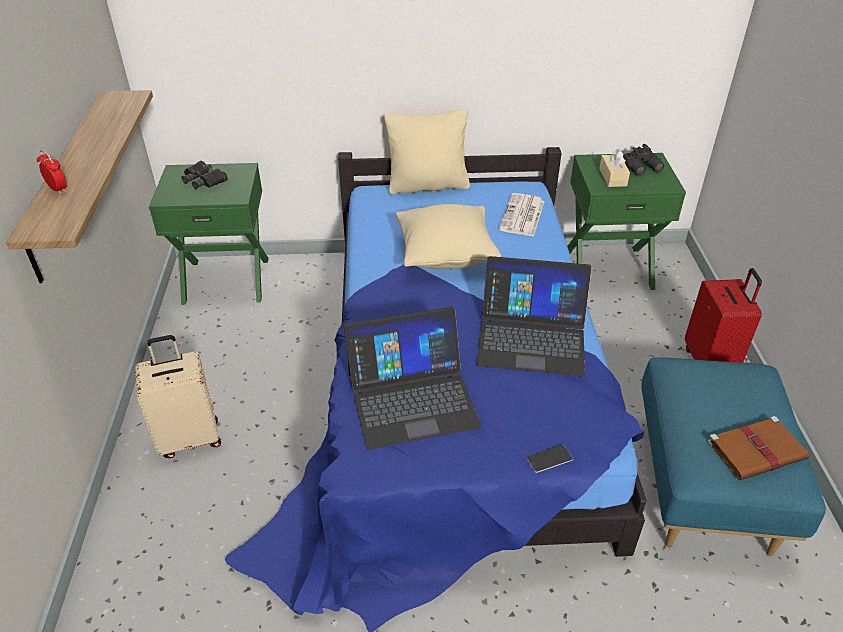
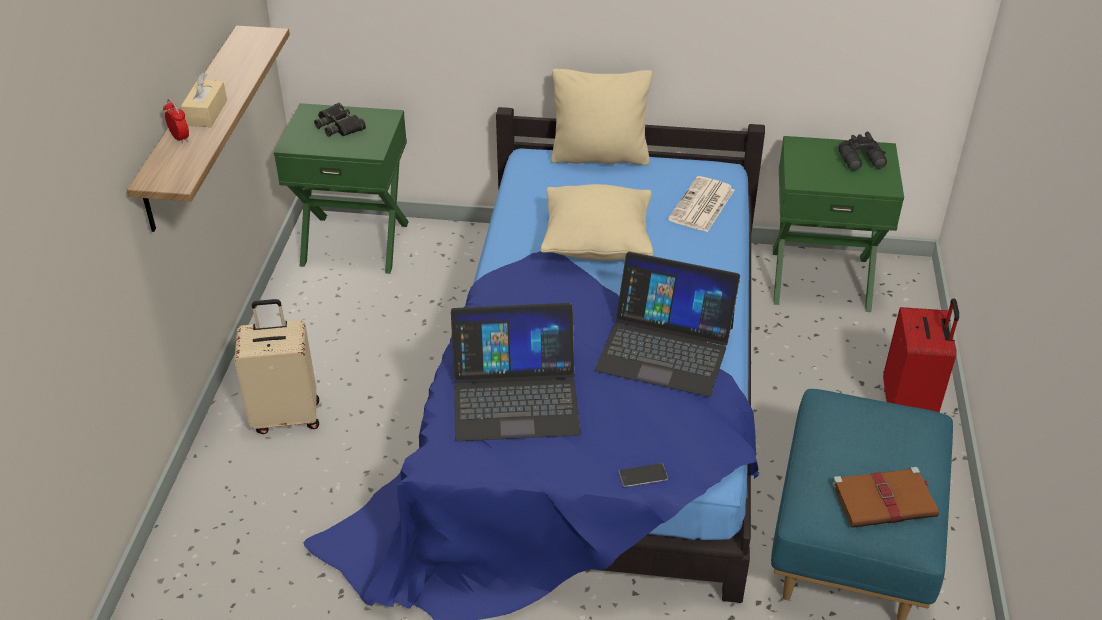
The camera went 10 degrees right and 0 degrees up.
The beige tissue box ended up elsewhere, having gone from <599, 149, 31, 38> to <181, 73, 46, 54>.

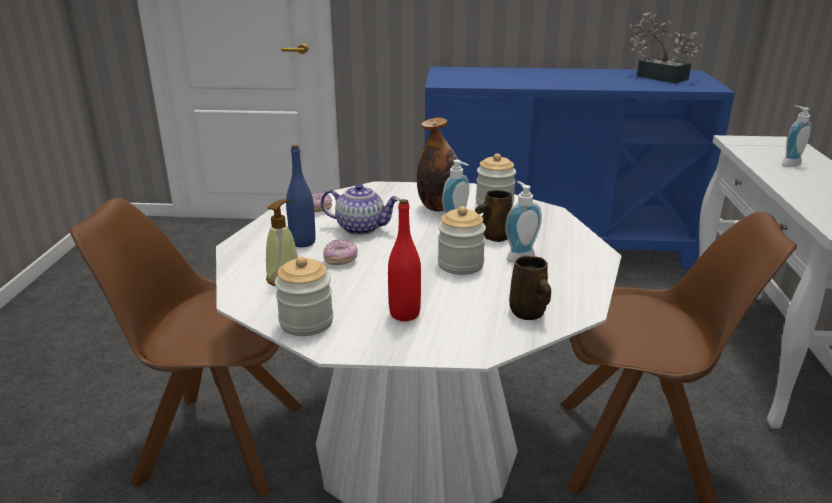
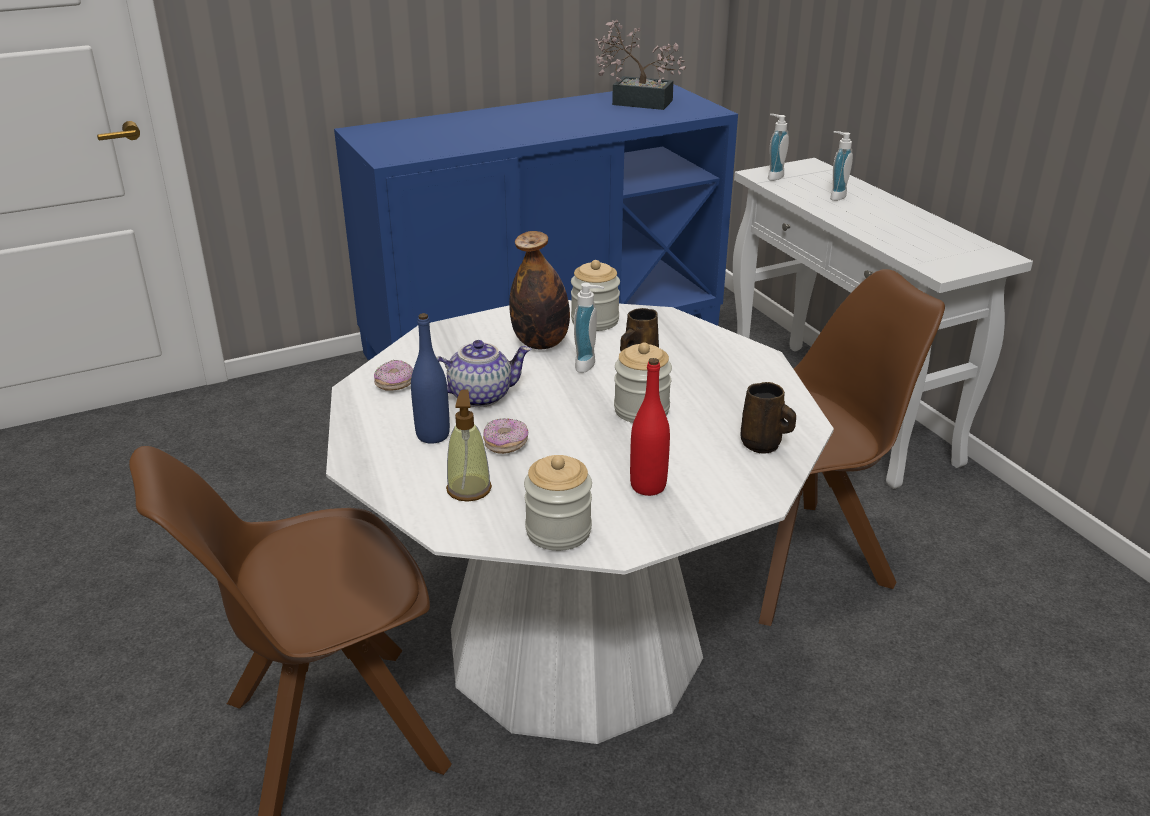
The camera went 30 degrees left and 5 degrees up.
The soap dispenser ended up elsewhere, having gone from <505, 181, 37, 82> to <768, 114, 21, 67>.

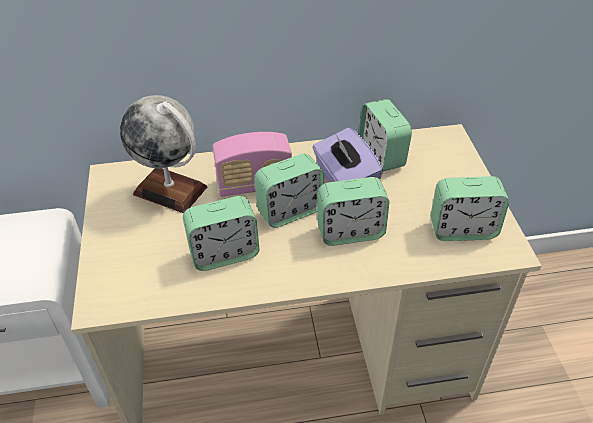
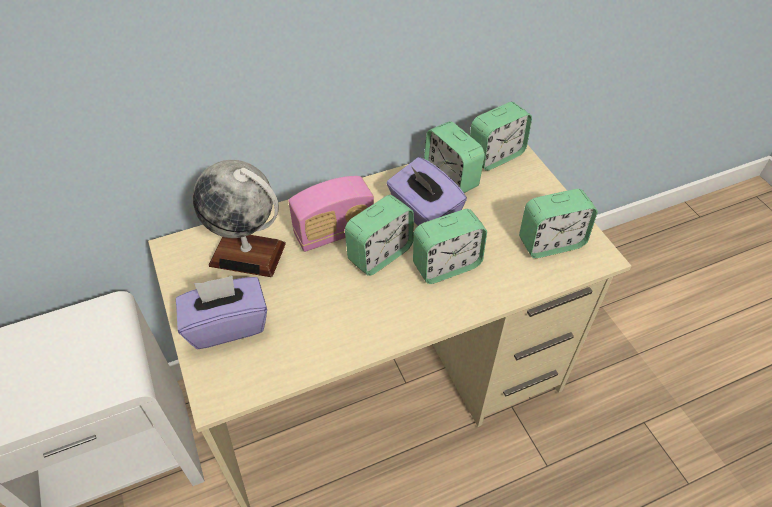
The camera went 15 degrees left and 5 degrees up.
The second view gained the purple tissue box at <176, 276, 91, 73>.
The alarm clock ended up elsewhere, having gone from <183, 196, 76, 75> to <470, 102, 62, 69>.

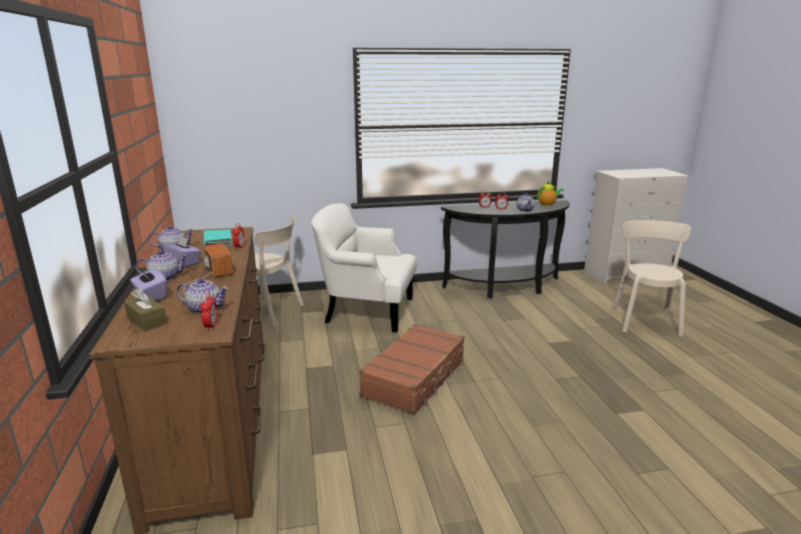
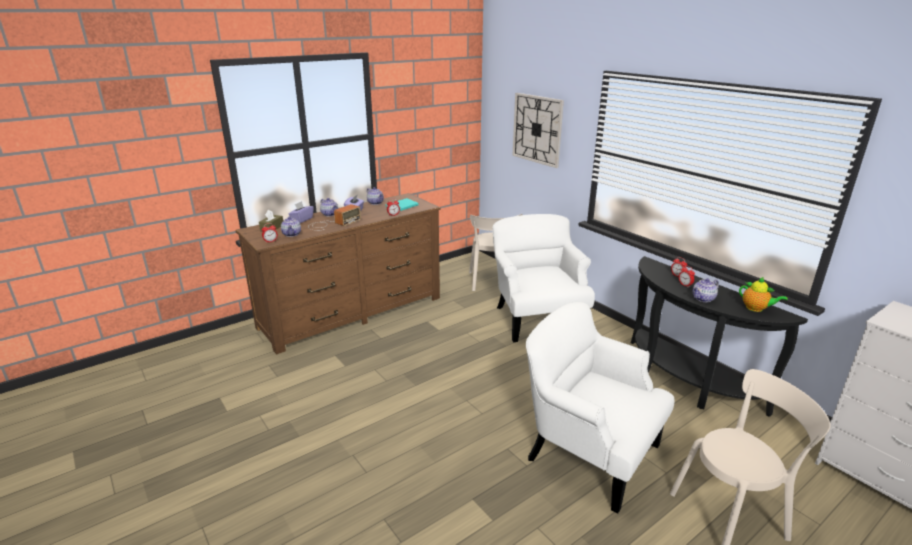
The camera went 65 degrees right and 5 degrees up.
The second view lost the brown suitcase at <359, 324, 105, 91>.
The second view gained the wall clock at <513, 93, 51, 75>.
The second view gained the white armchair at <526, 302, 149, 212>.

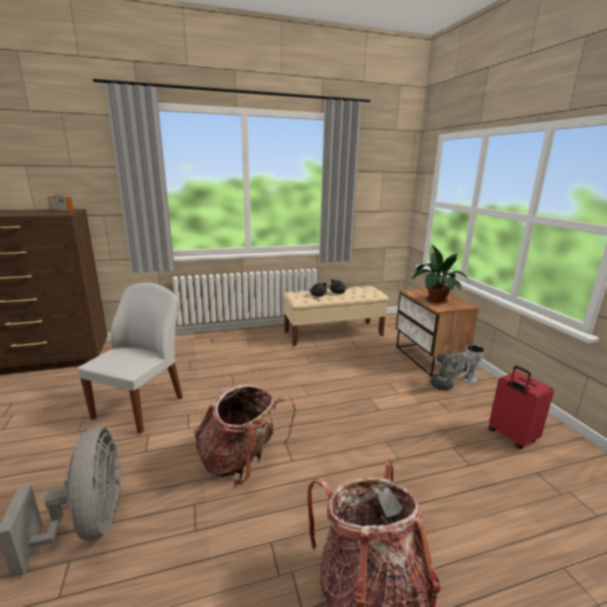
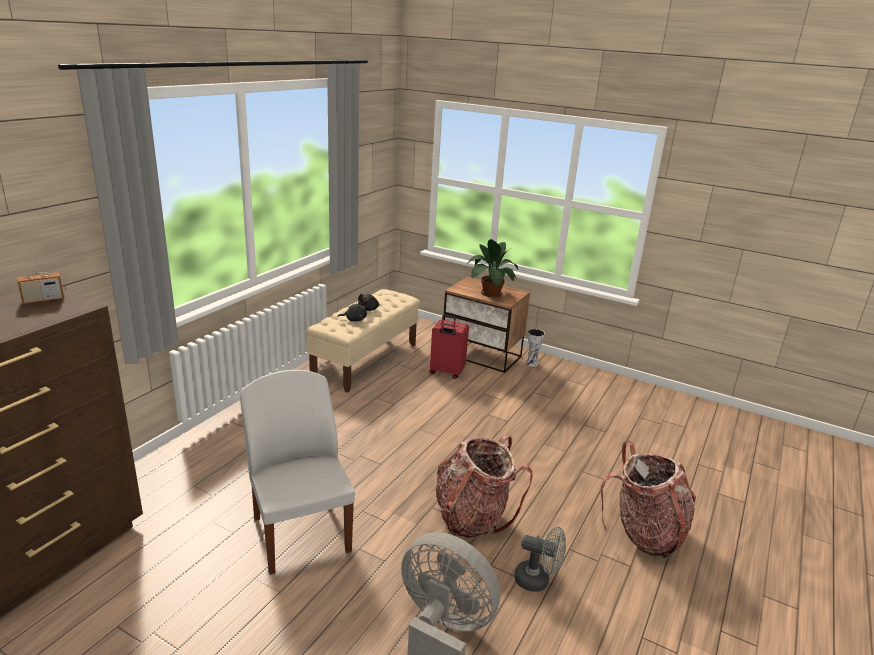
The camera went 45 degrees left and 5 degrees up.
The grey fan ended up elsewhere, having gone from <430, 351, 36, 39> to <514, 527, 52, 65>.
The red suitcase ended up elsewhere, having gone from <488, 366, 66, 83> to <430, 315, 39, 64>.

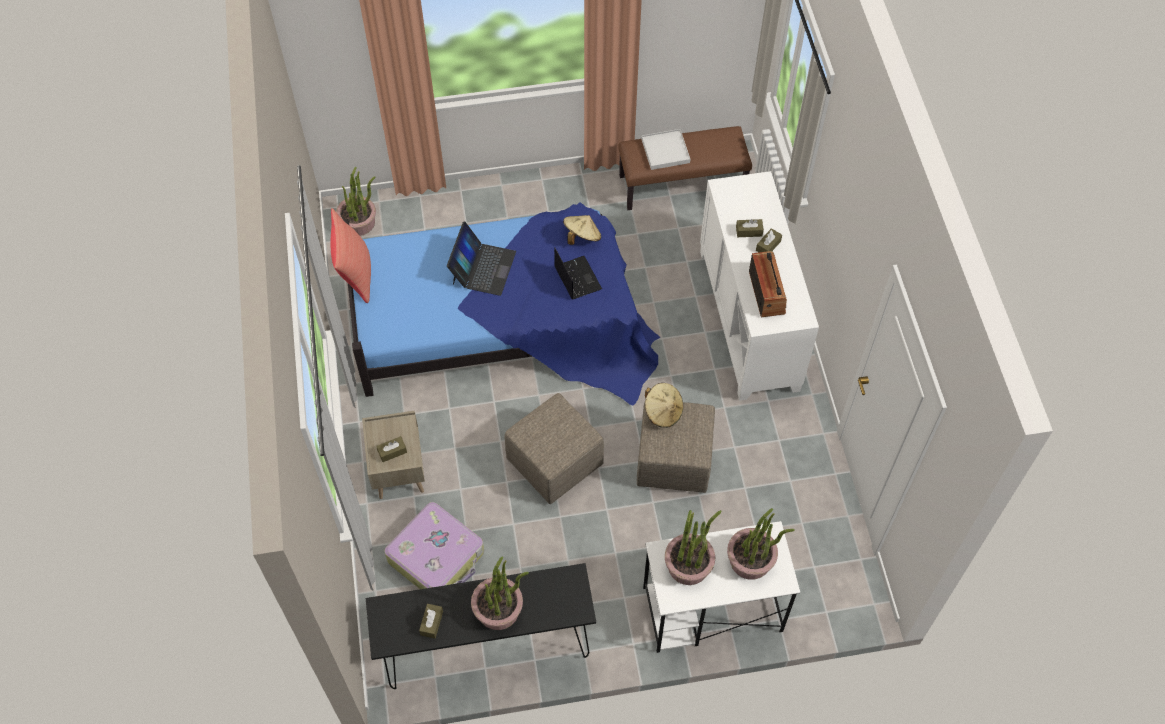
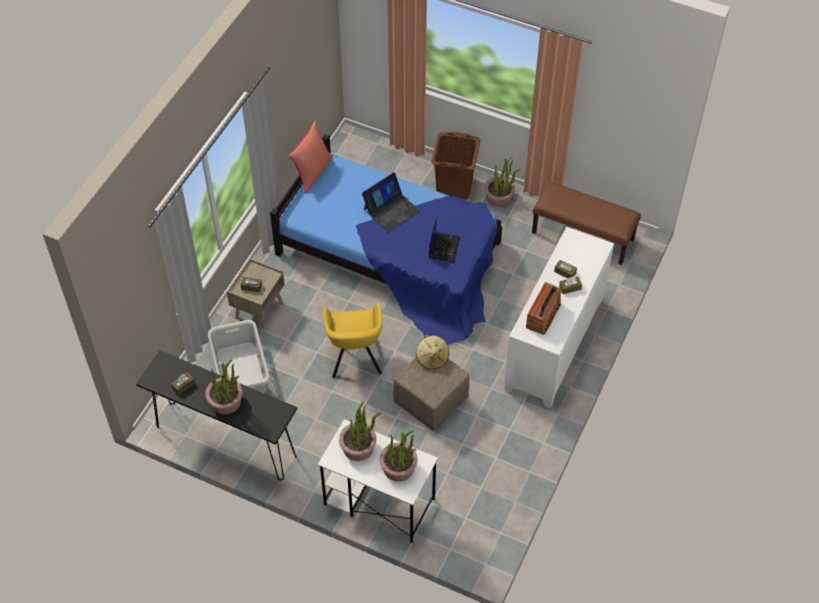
The camera went 35 degrees right and 5 degrees down.
The second view lost the beige hat at <563, 215, 38, 30>.
The second view lost the white tray at <641, 129, 49, 41>.
The second view gained the brown laundry basket at <431, 132, 50, 68>.
The potted plant ended up elsewhere, having gone from <336, 167, 40, 69> to <484, 156, 36, 51>.
Where the suitcase stood at <384, 502, 100, 87>, the grey laundry basket came to stand at <208, 320, 62, 72>.
Where the beige ottoman stood at <504, 393, 100, 111>, the yellow armchair came to stand at <323, 302, 59, 76>.

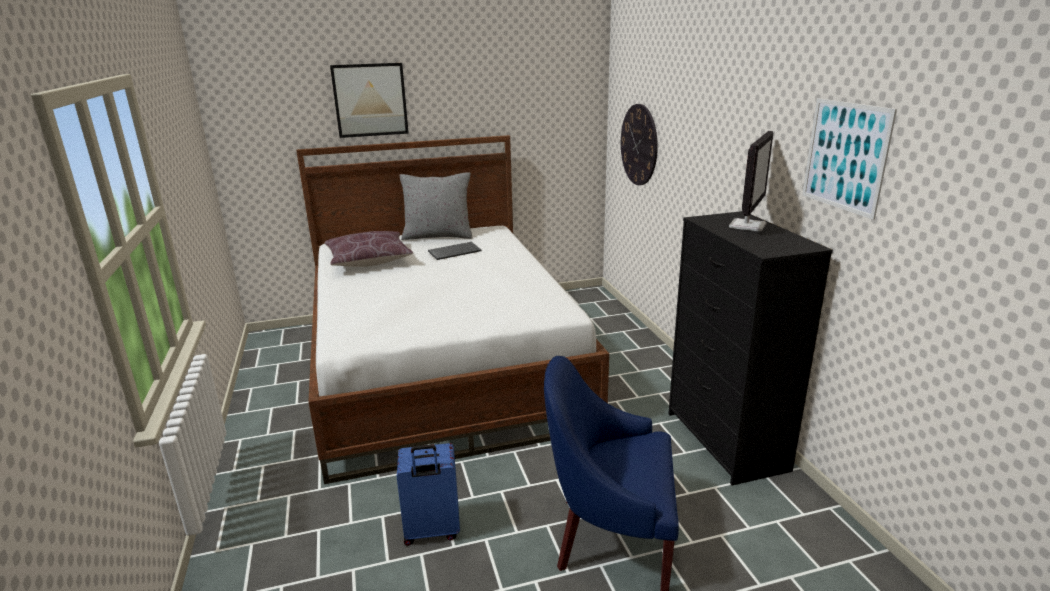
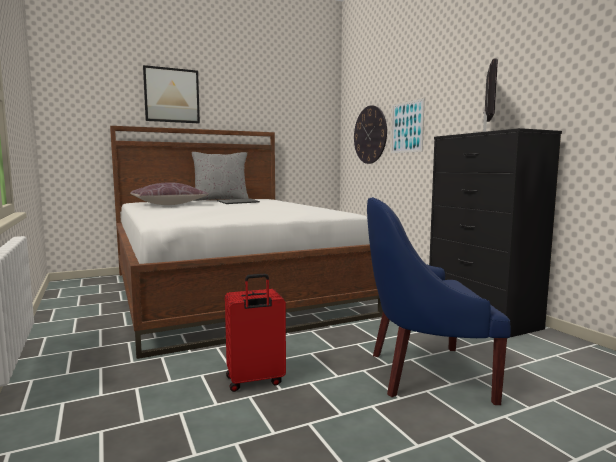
The camera went 10 degrees left and 15 degrees down.
The picture ended up elsewhere, having gone from <802, 98, 95, 122> to <391, 98, 34, 55>.
What was the blue suitcase at <397, 443, 63, 103> turned into the red suitcase at <225, 274, 61, 118>.

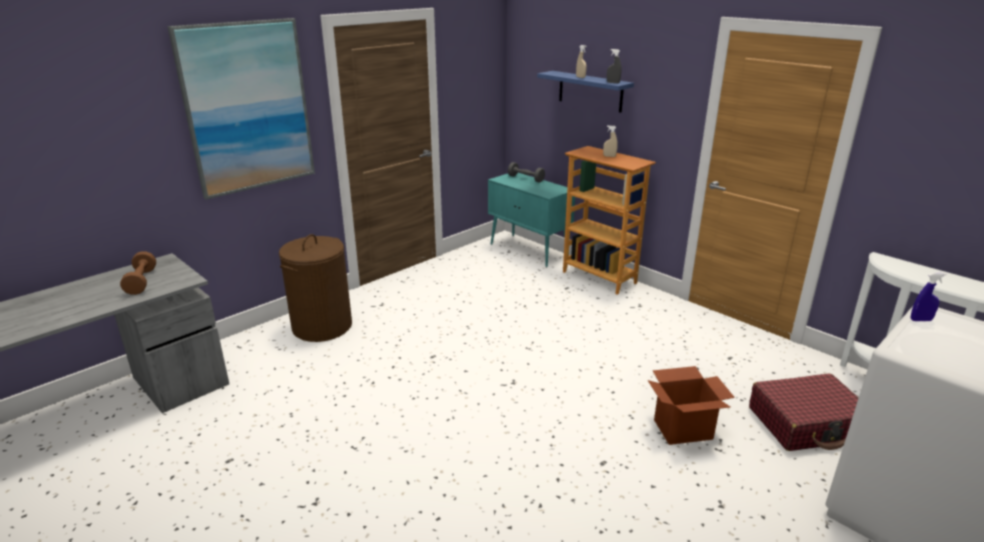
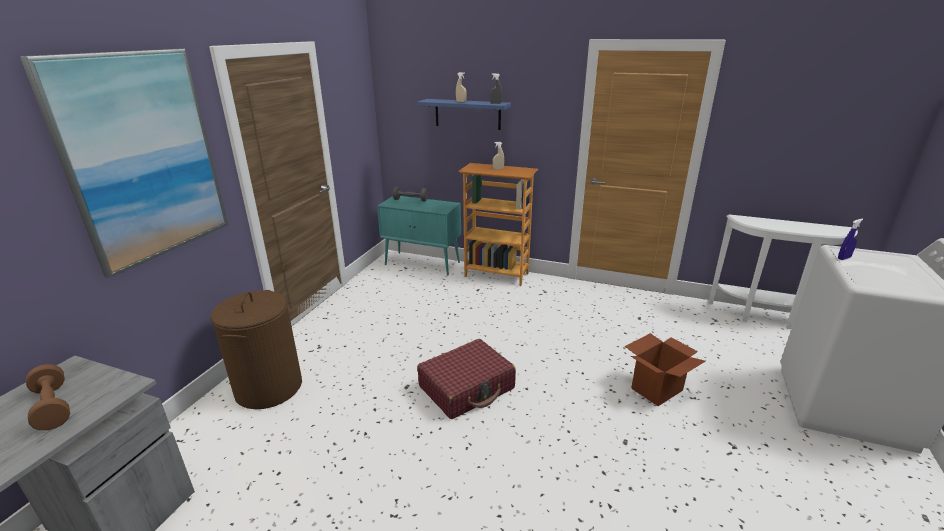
The camera went 25 degrees left and 0 degrees up.
The red suitcase ended up elsewhere, having gone from <749, 374, 109, 77> to <417, 339, 99, 80>.

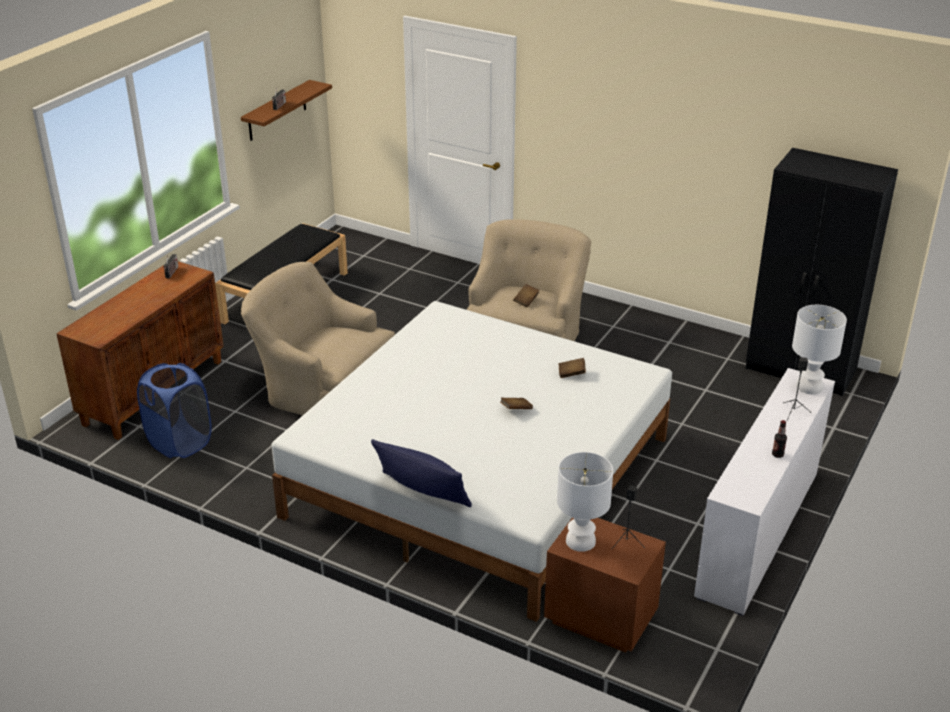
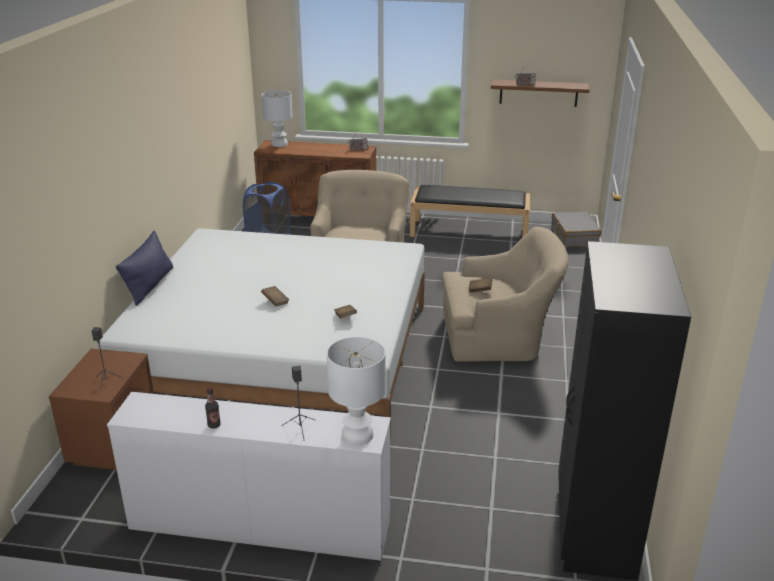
The camera went 70 degrees right and 5 degrees down.
The second view gained the grey suitcase at <551, 211, 50, 36>.
The white table lamp ended up elsewhere, having gone from <557, 452, 56, 100> to <262, 90, 31, 57>.

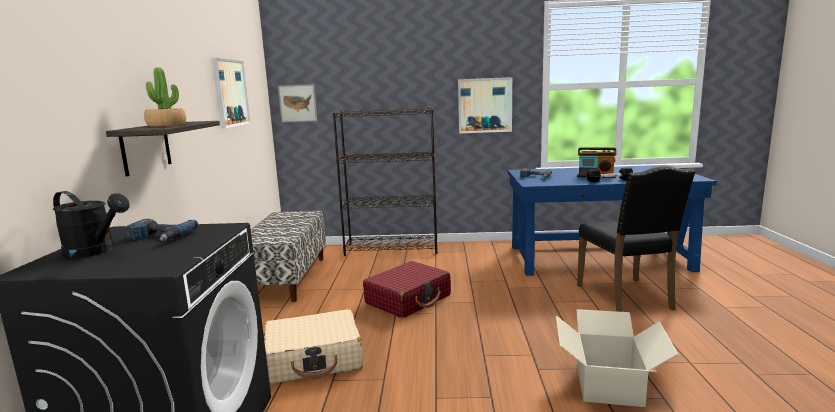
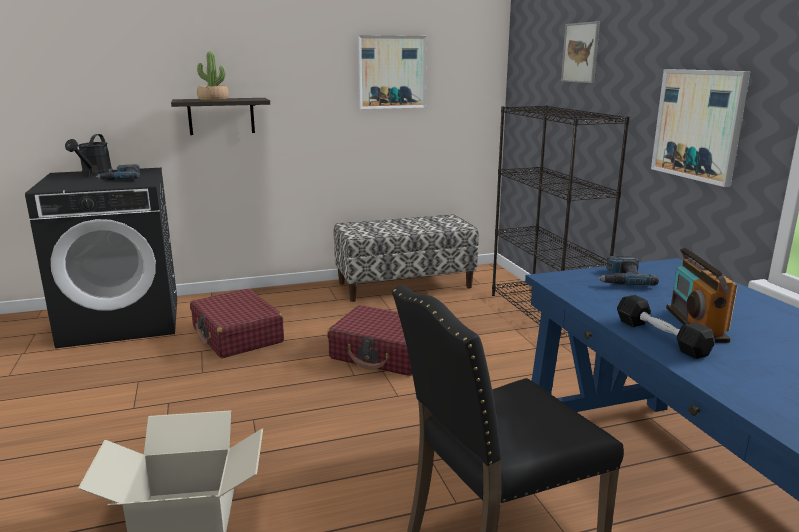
The camera went 70 degrees right and 5 degrees up.
The picture ended up elsewhere, having gone from <278, 84, 39, 38> to <561, 21, 39, 62>.
What was the beige suitcase at <264, 309, 99, 75> turned into the red suitcase at <190, 289, 94, 69>.

